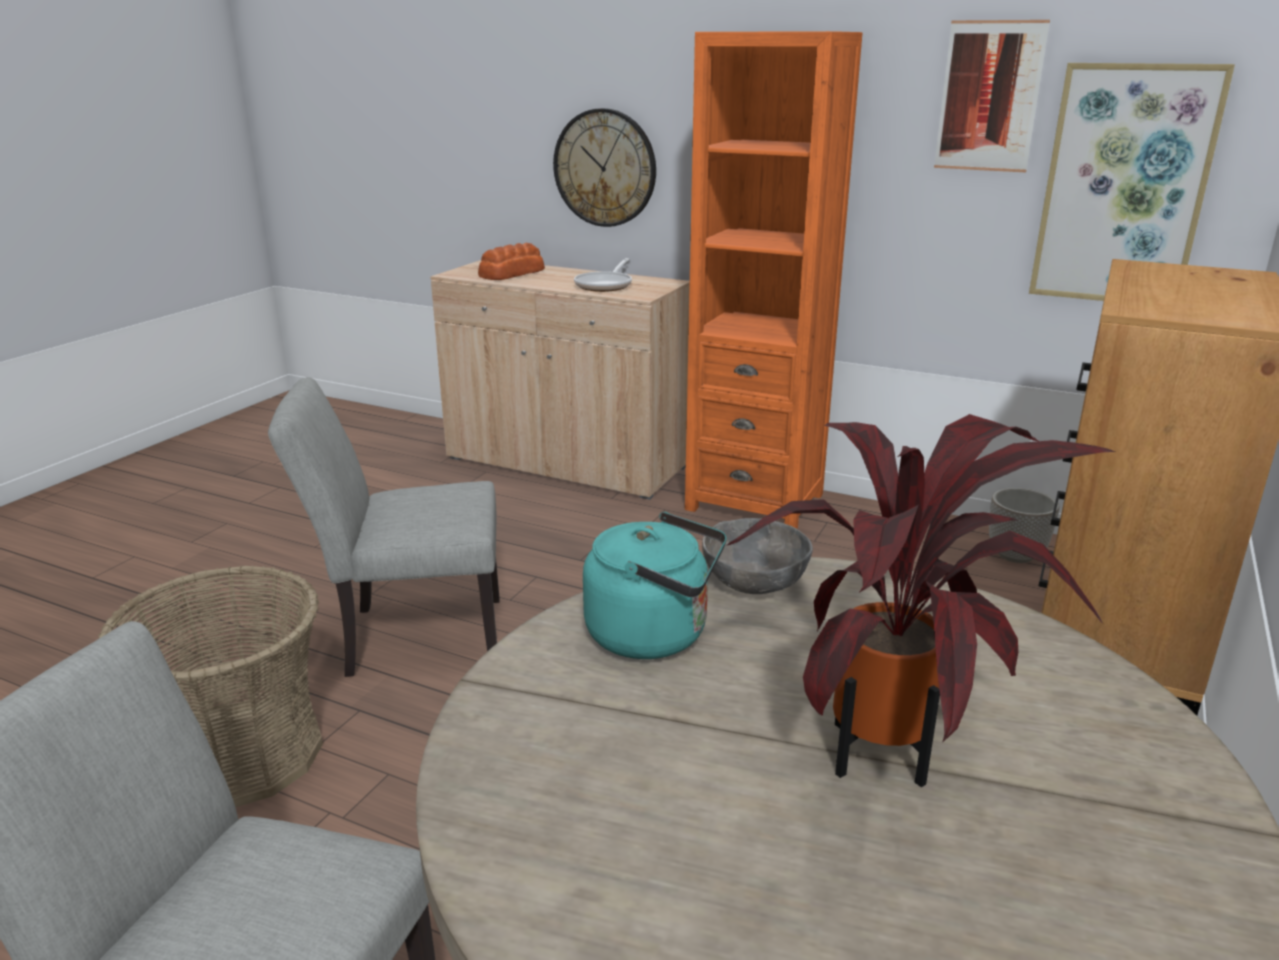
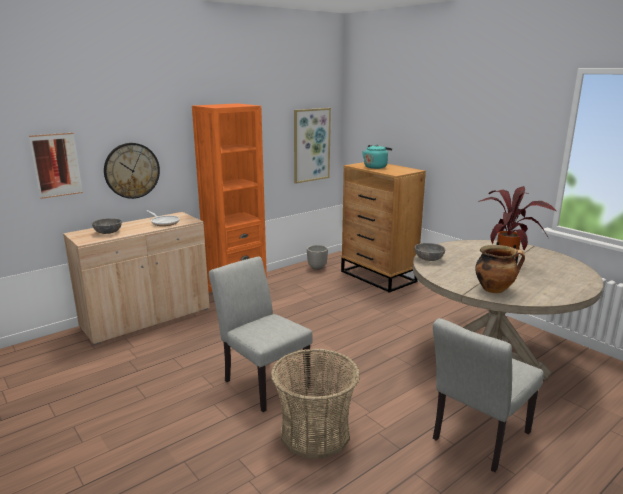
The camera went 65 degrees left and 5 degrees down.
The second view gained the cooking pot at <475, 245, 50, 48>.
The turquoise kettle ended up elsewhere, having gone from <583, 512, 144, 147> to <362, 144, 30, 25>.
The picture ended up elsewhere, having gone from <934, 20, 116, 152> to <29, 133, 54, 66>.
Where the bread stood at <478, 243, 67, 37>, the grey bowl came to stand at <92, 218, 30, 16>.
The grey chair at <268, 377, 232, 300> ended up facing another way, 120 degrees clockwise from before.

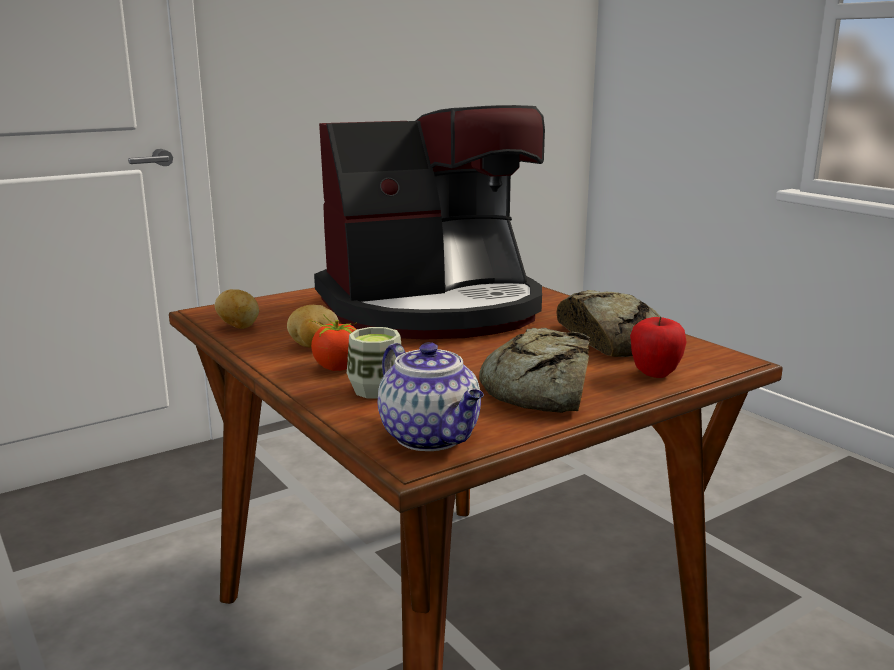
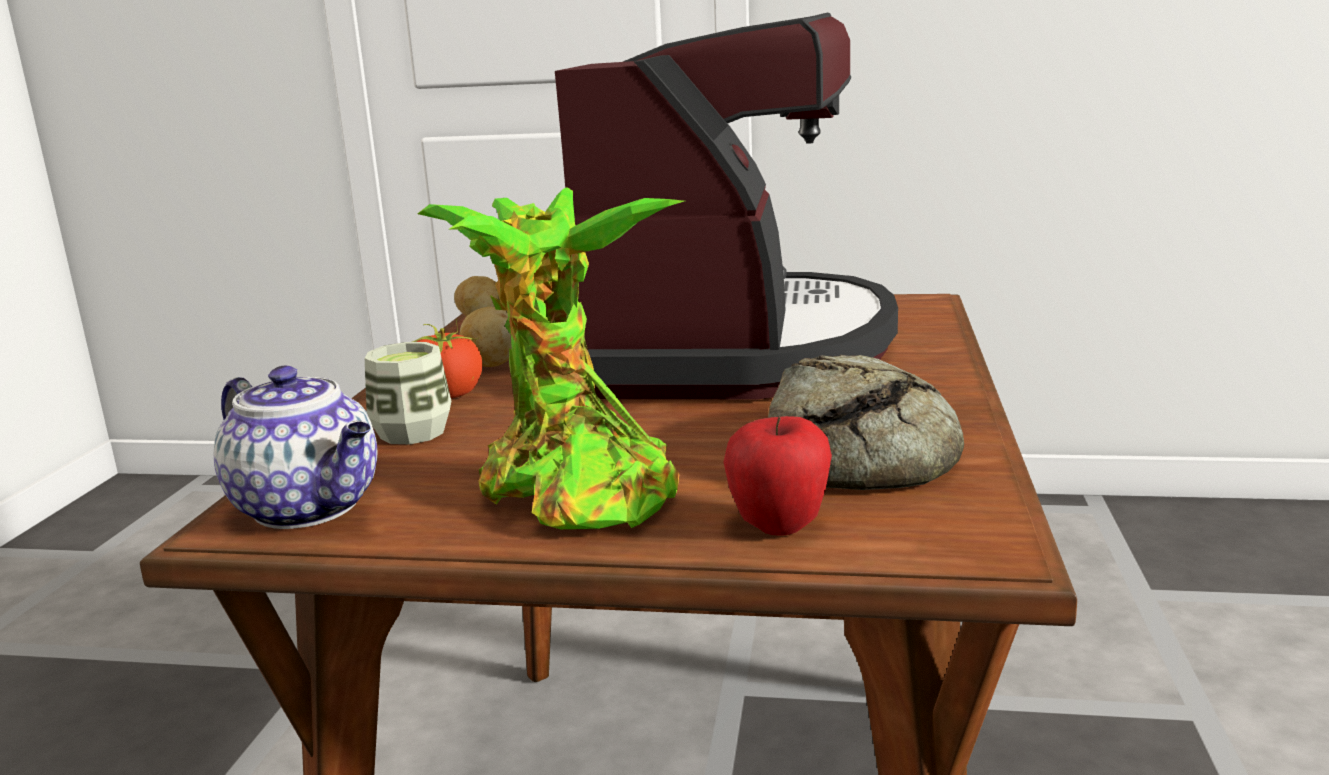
The camera went 45 degrees right and 0 degrees up.
Where the bread stood at <479, 328, 112, 85>, the potted plant came to stand at <418, 187, 266, 342>.
The coffee machine at <314, 105, 231, 235> ended up facing another way, 105 degrees counterclockwise from before.
The teapot at <378, 342, 106, 109> ended up facing another way, 60 degrees counterclockwise from before.

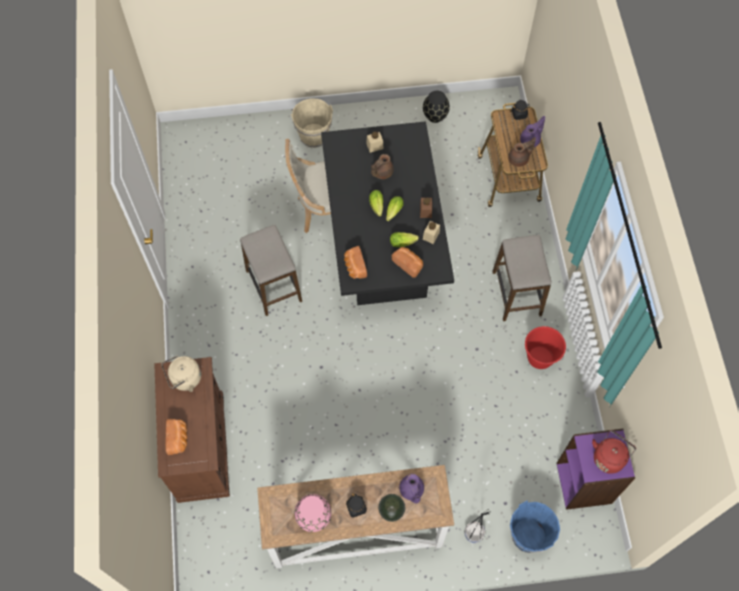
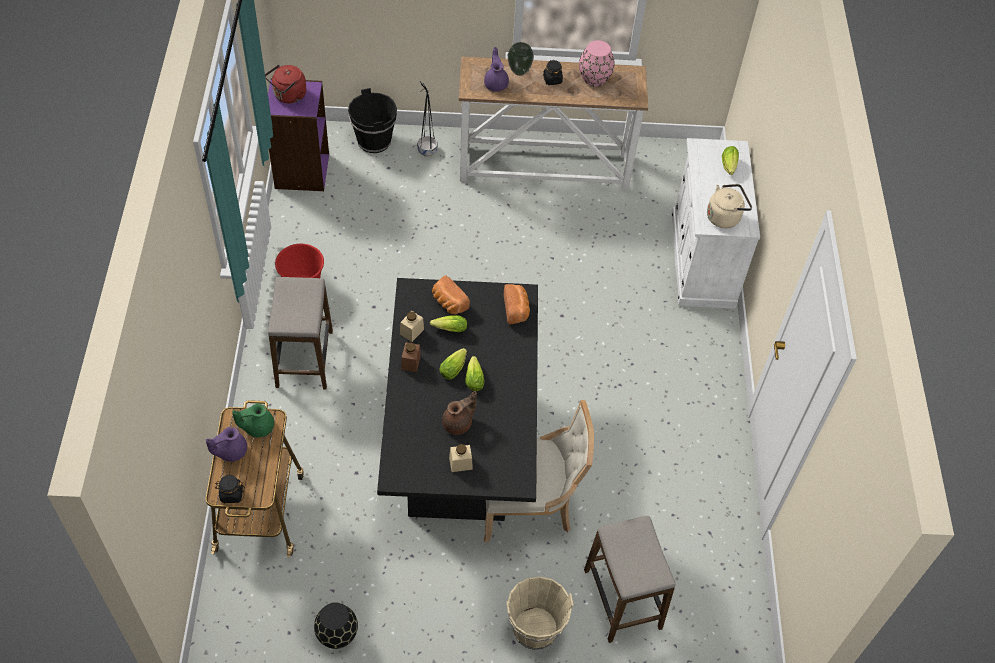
The camera went 175 degrees left and 10 degrees down.
The stool ended up elsewhere, having gone from <240, 225, 62, 91> to <584, 516, 92, 127>.
Where the bread stood at <165, 419, 22, 36>, the lettuce came to stand at <722, 146, 17, 29>.
What was the brown cabinet at <154, 357, 76, 146> turned into the white cabinet at <672, 138, 88, 171>.
What was the brown teapot at <508, 137, 28, 30> turned into the green teapot at <232, 403, 42, 35>.
What was the blue bucket at <510, 500, 50, 53> turned into the black bucket at <348, 88, 49, 65>.

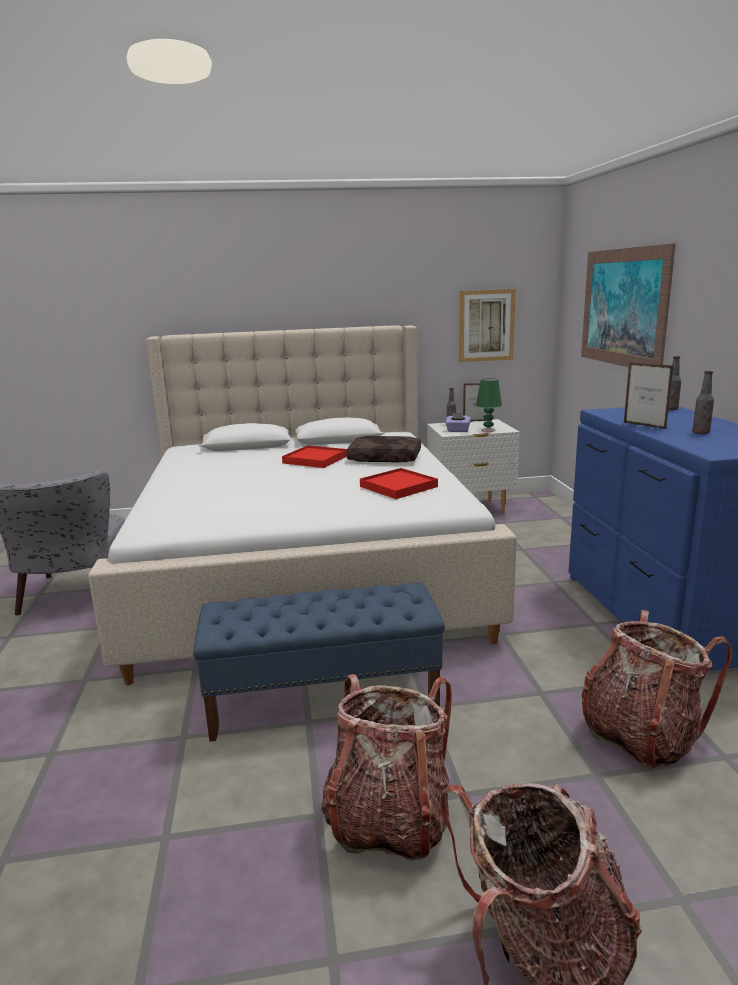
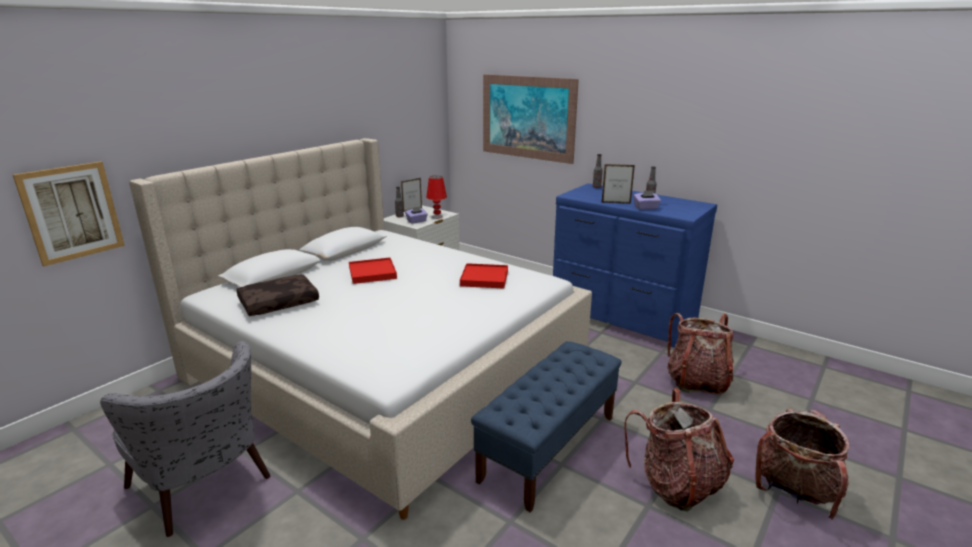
The camera went 45 degrees left and 5 degrees up.
The second view gained the purple tissue box at <633, 191, 28, 19>.
The brown pillow ended up elsewhere, having gone from <346, 436, 75, 26> to <237, 274, 82, 42>.
The picture ended up elsewhere, having gone from <459, 289, 57, 73> to <13, 162, 112, 104>.
What was the green table lamp at <476, 378, 26, 54> turned into the red table lamp at <426, 176, 21, 43>.

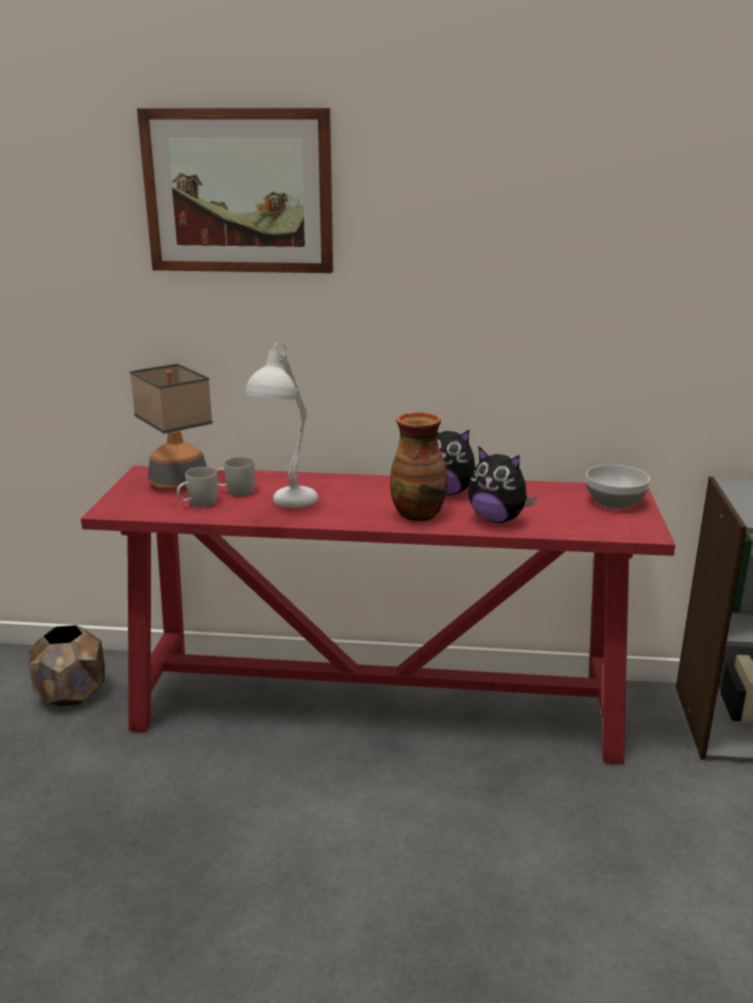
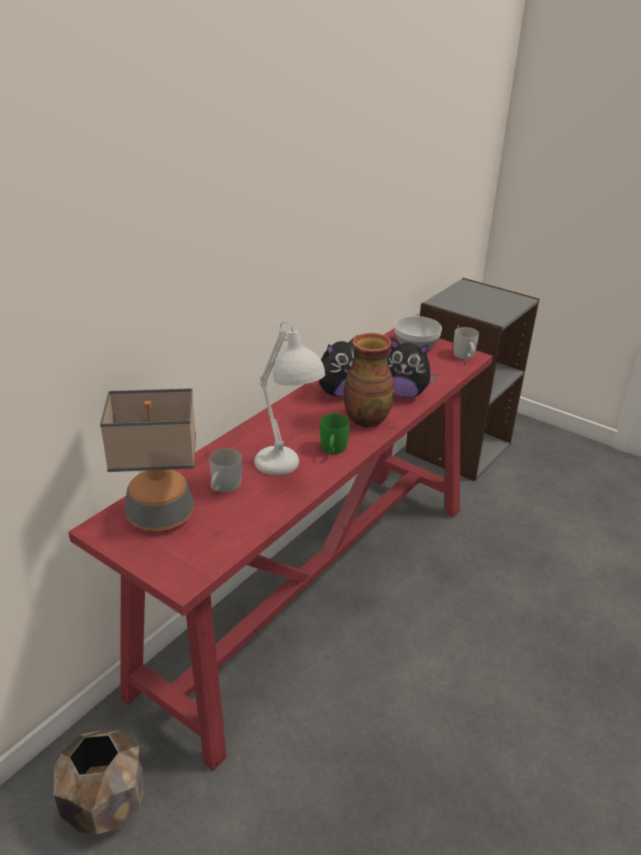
The camera went 60 degrees left and 10 degrees up.
The second view lost the picture at <137, 108, 196, 165>.
The second view gained the green mug at <320, 413, 30, 41>.
The white mug ended up elsewhere, having gone from <177, 467, 40, 40> to <453, 327, 26, 32>.
The plush toy at <468, 446, 69, 77> ended up facing another way, 45 degrees clockwise from before.

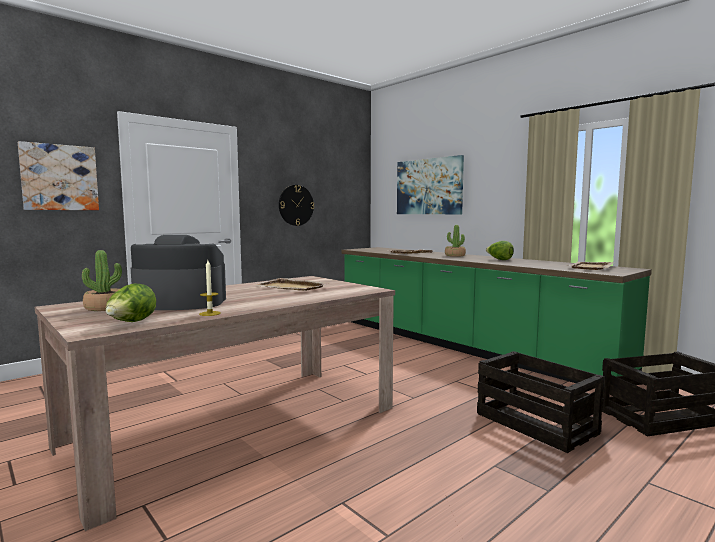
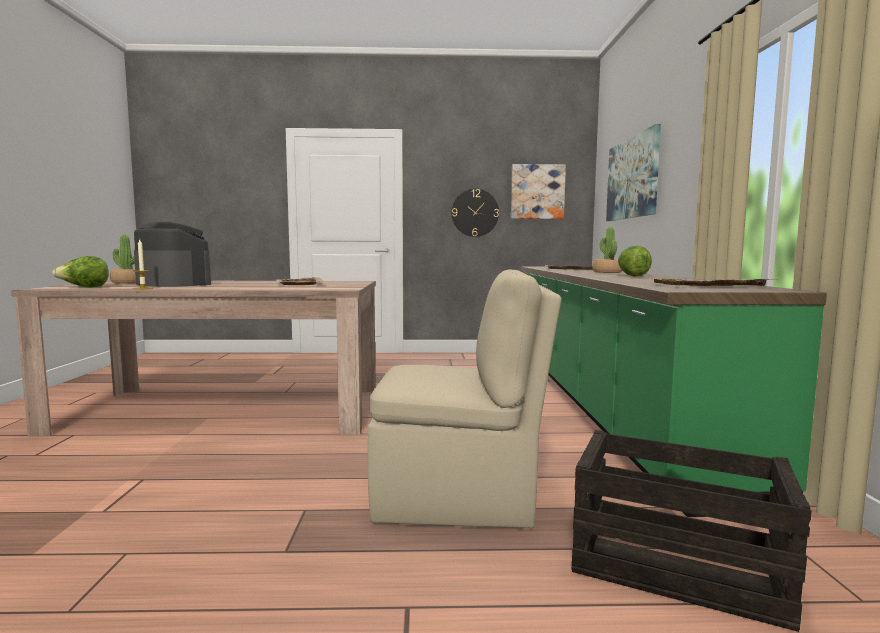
The camera went 40 degrees right and 0 degrees up.
The picture ended up elsewhere, having gone from <18, 141, 81, 69> to <511, 164, 55, 55>.
Where the crate stood at <477, 351, 128, 102>, the beige chair came to stand at <368, 269, 193, 259>.

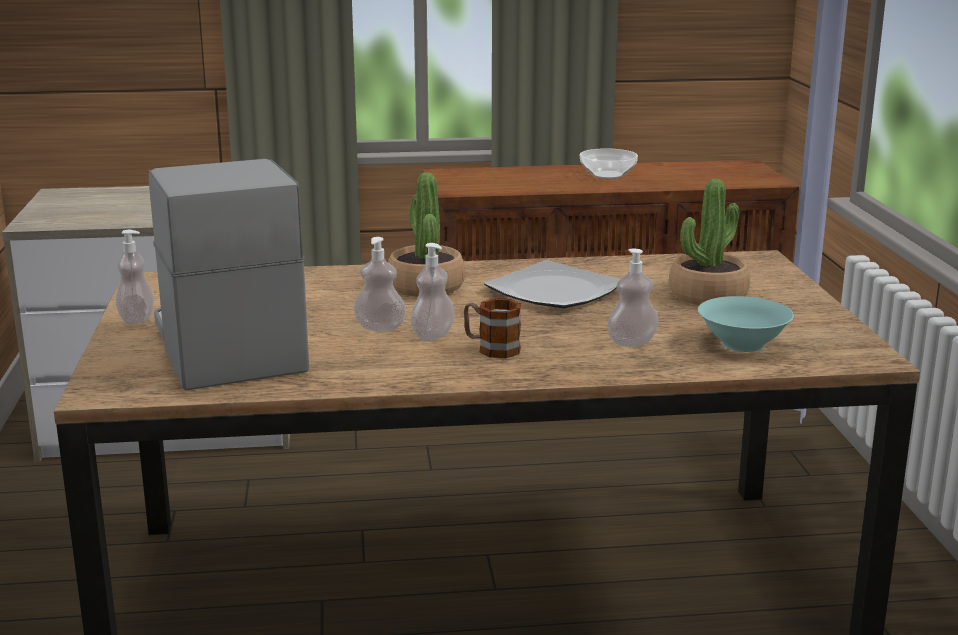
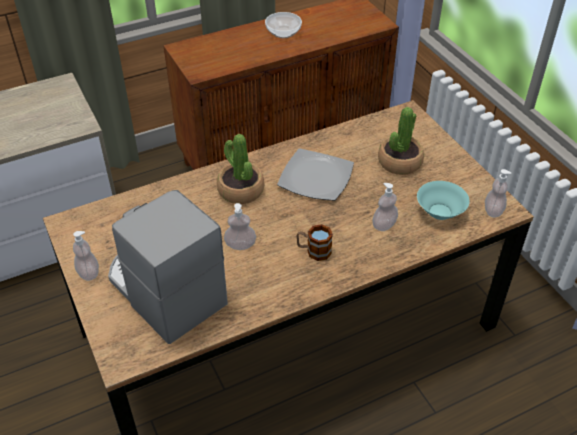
The camera went 20 degrees left and 25 degrees up.
The soap dispenser ended up elsewhere, having gone from <410, 243, 45, 97> to <485, 169, 26, 48>.

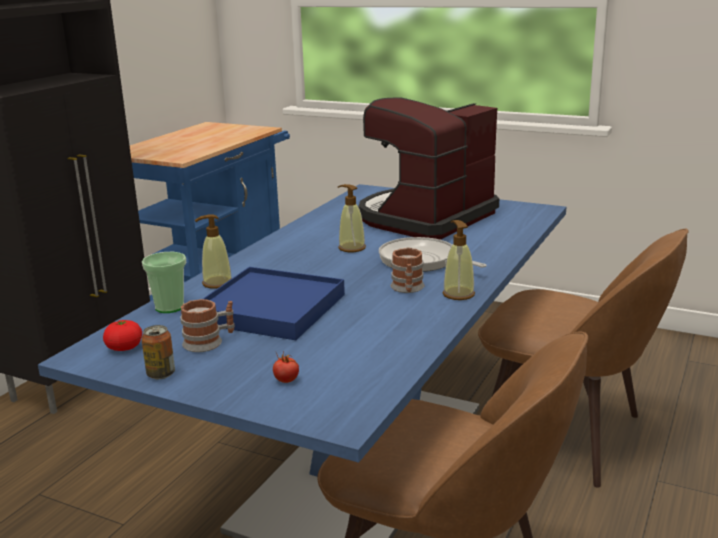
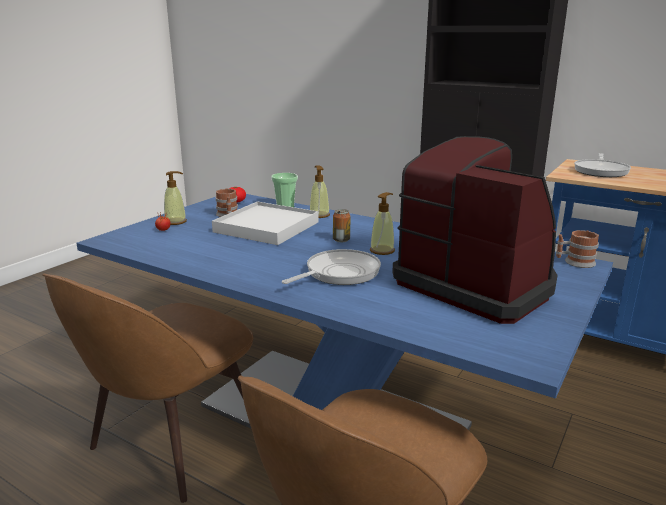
The camera went 95 degrees right and 0 degrees up.
The second view gained the frying pan at <574, 153, 57, 24>.
The can ended up elsewhere, having gone from <141, 325, 34, 54> to <333, 209, 18, 33>.
The mug ended up elsewhere, having gone from <391, 248, 33, 45> to <556, 230, 43, 38>.
The soap dispenser ended up elsewhere, having gone from <443, 220, 32, 80> to <164, 171, 23, 54>.
What was the blue tray at <203, 267, 142, 73> turned into the white tray at <212, 201, 107, 44>.

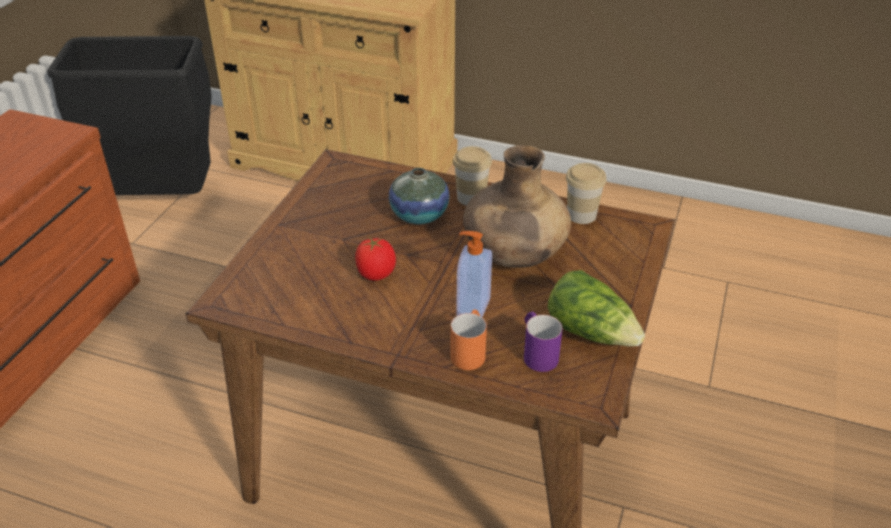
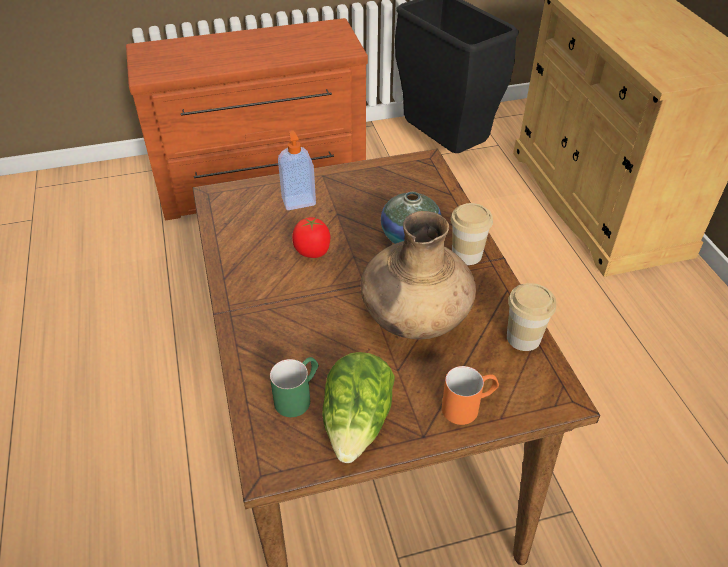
The camera went 55 degrees right and 5 degrees up.
The orange mug ended up elsewhere, having gone from <451, 310, 36, 60> to <442, 366, 57, 59>.
The soap dispenser ended up elsewhere, having gone from <456, 231, 36, 86> to <278, 130, 38, 80>.
What was the purple mug at <524, 312, 39, 60> turned into the green mug at <270, 357, 49, 60>.

